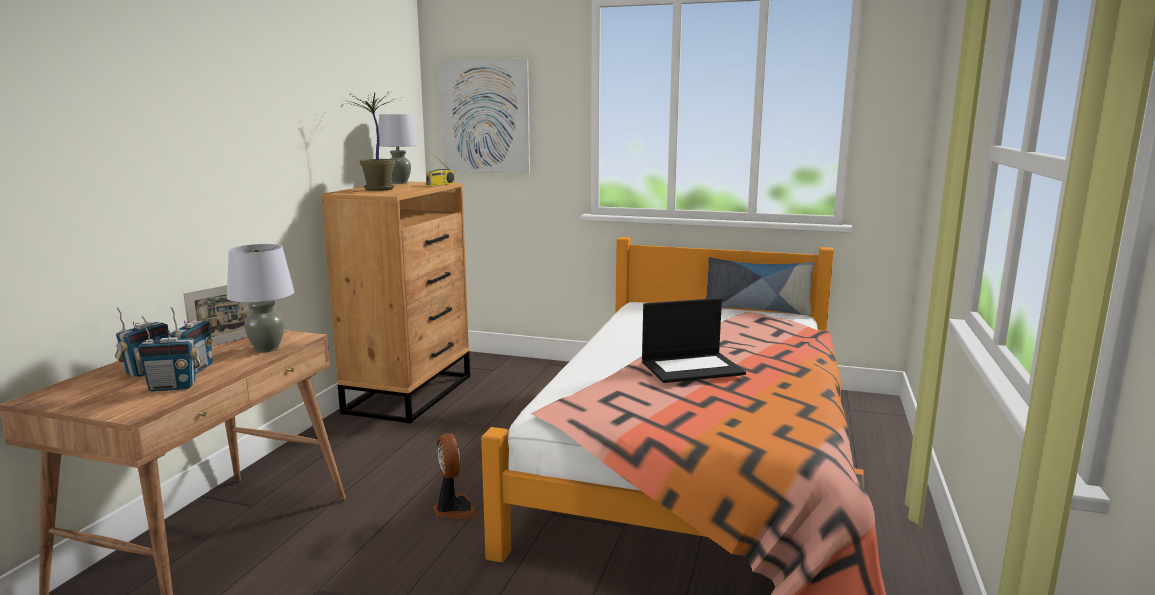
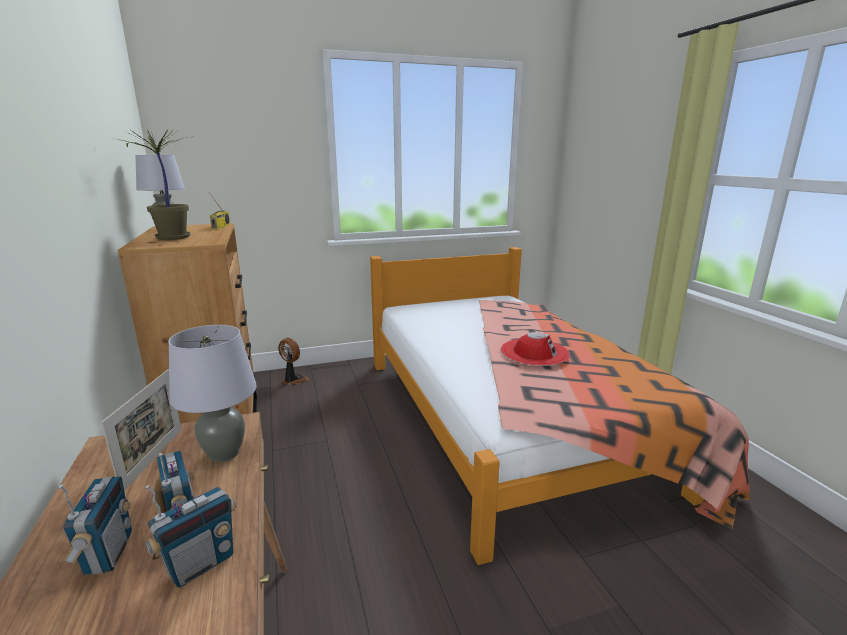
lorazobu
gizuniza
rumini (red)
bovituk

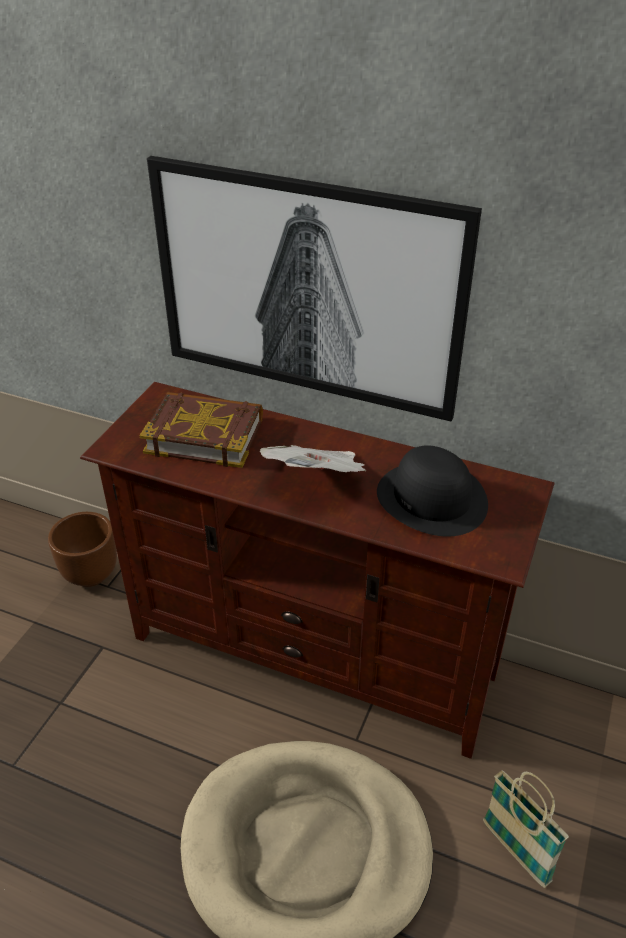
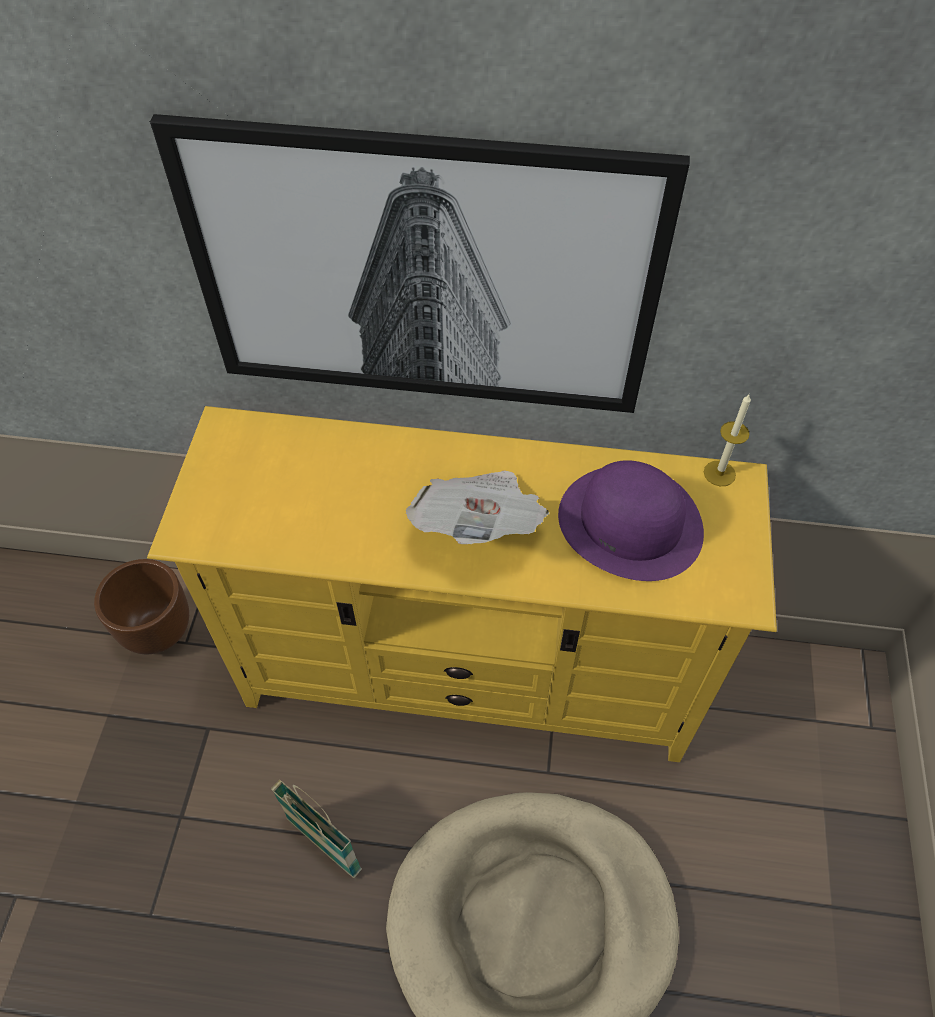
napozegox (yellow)
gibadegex
rumini (purple)
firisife
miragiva

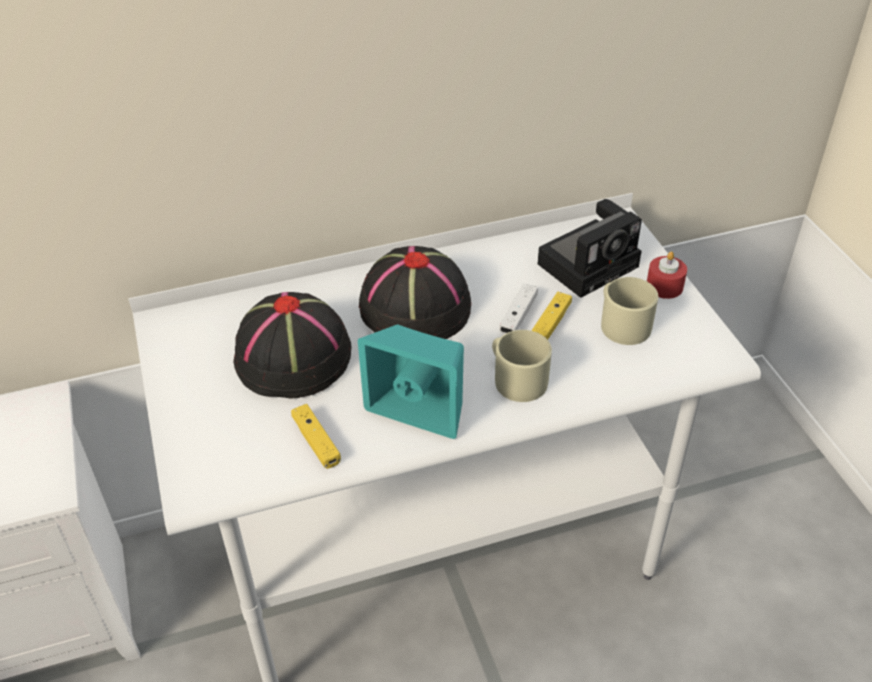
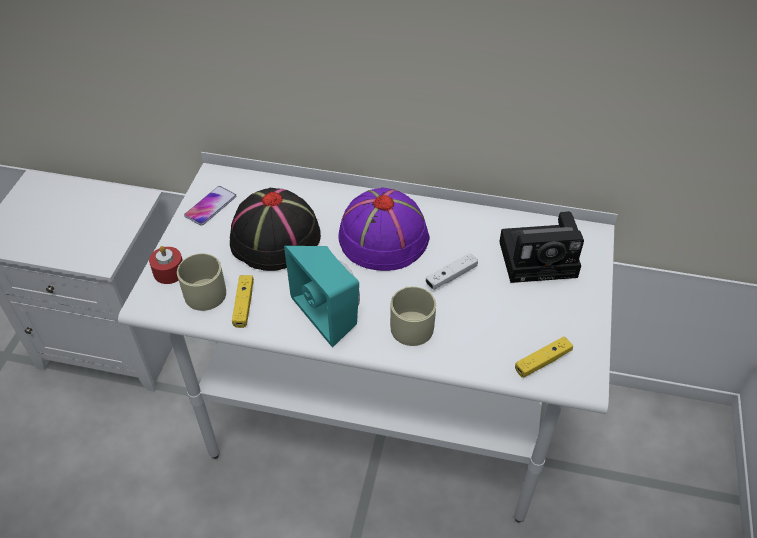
rumini (purple)
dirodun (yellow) (no. 2 from left)
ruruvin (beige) (no. 1 from left)
miragiva (red)
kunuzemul

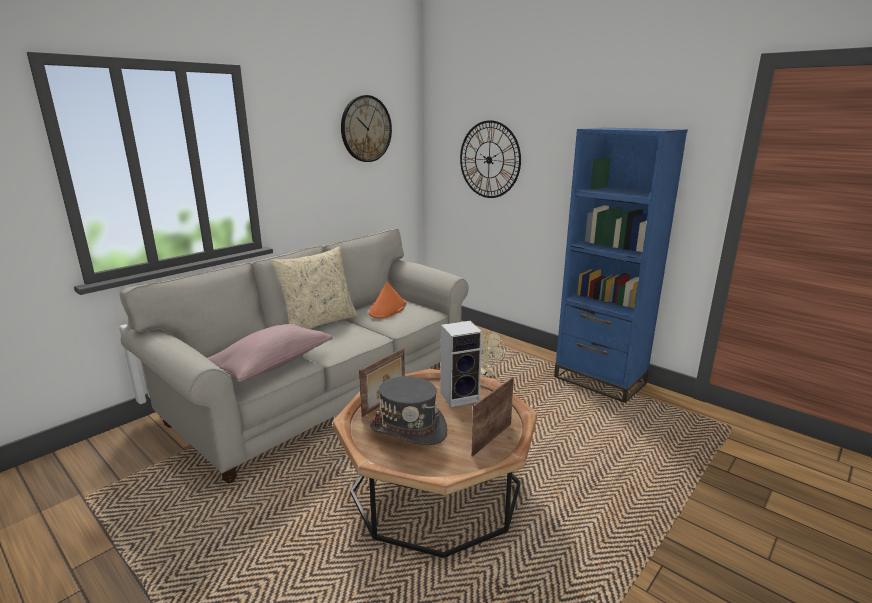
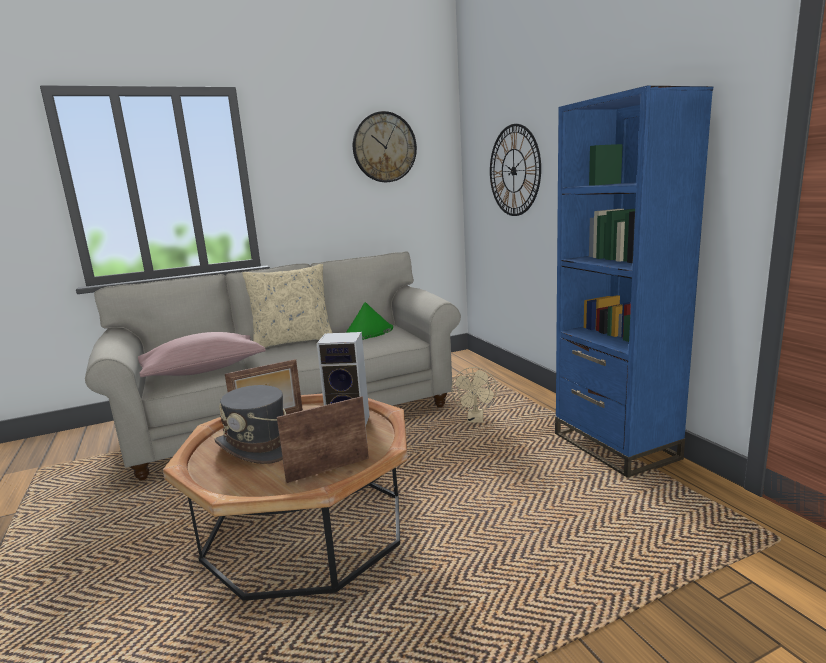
rumini (green)

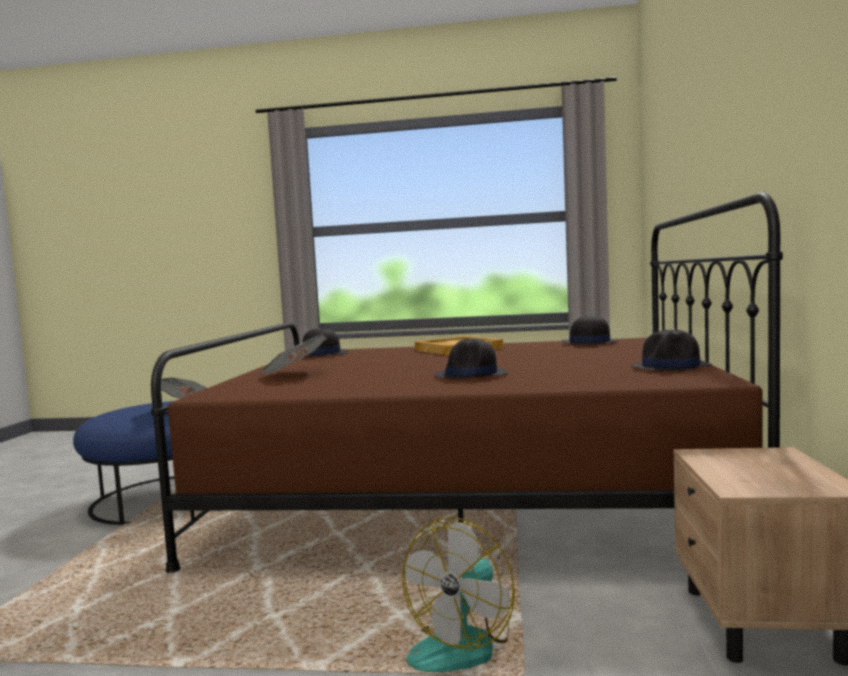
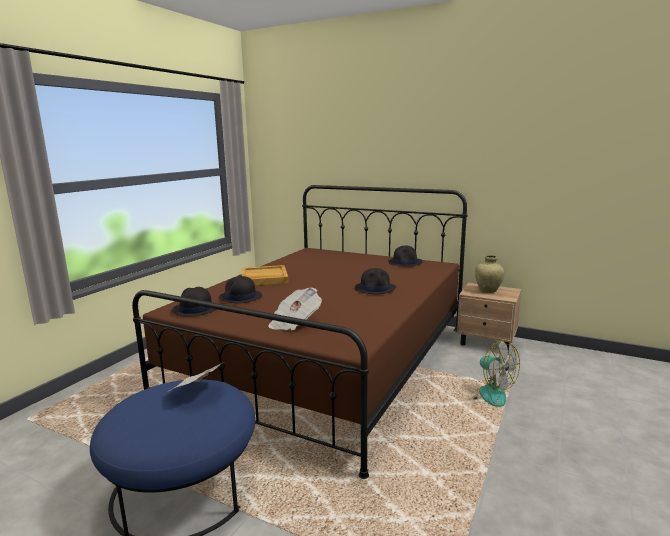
rumini (black) (no. 2 from left)
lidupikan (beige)

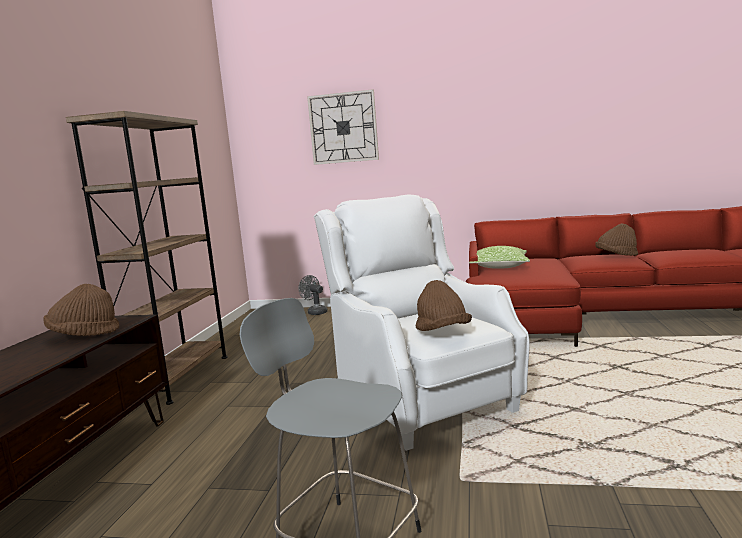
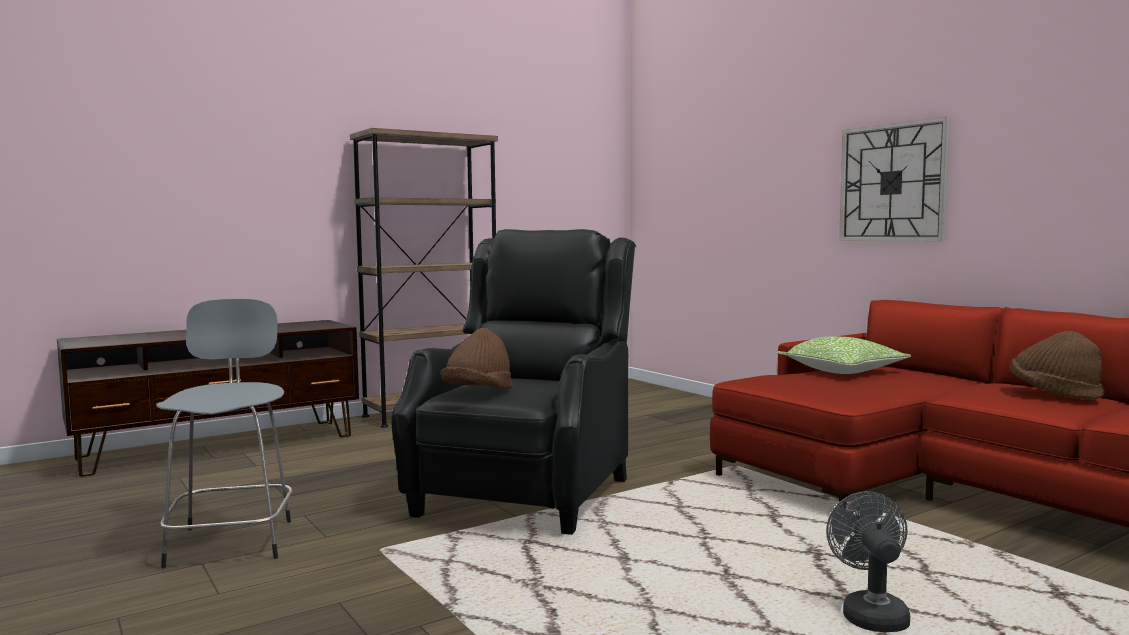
rumini (brown) (no. 1 from left in the first image)
lorazobu (grey)
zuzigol
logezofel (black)

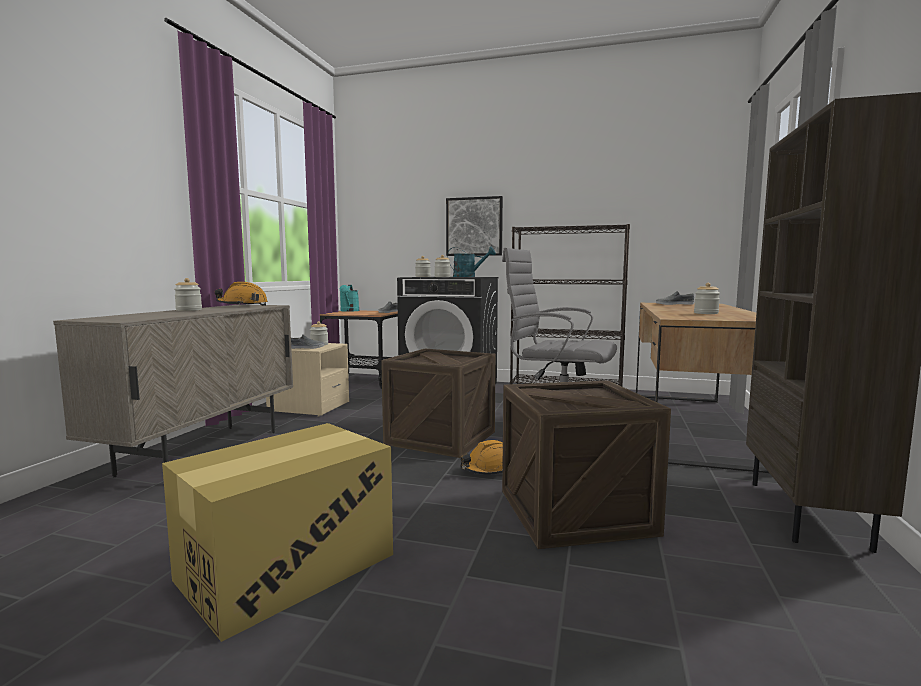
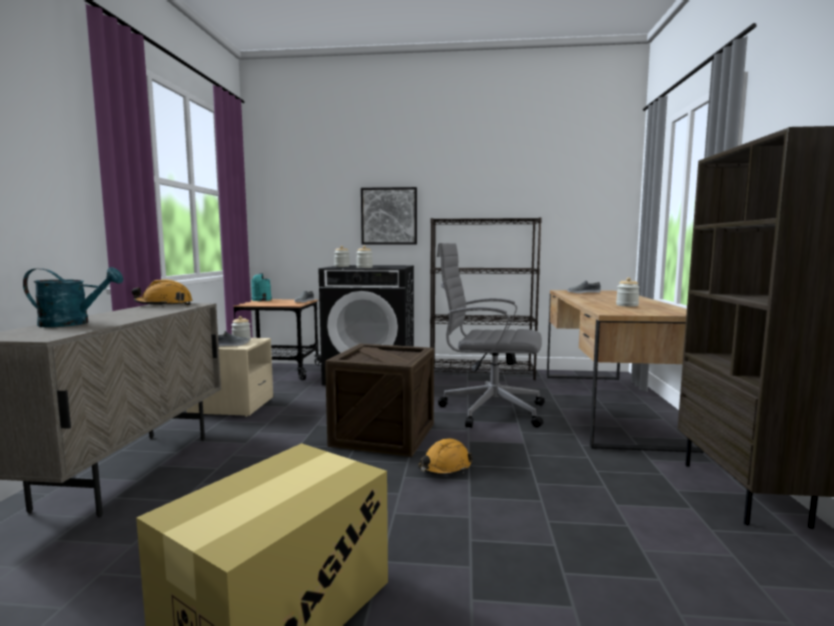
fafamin (no. 1 from left in the first image)
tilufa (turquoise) (no. 1 from left)
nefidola (no. 2 from left in the first image)

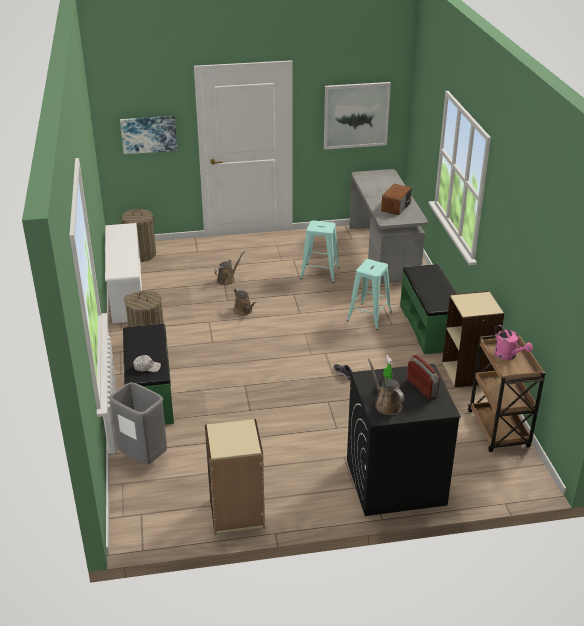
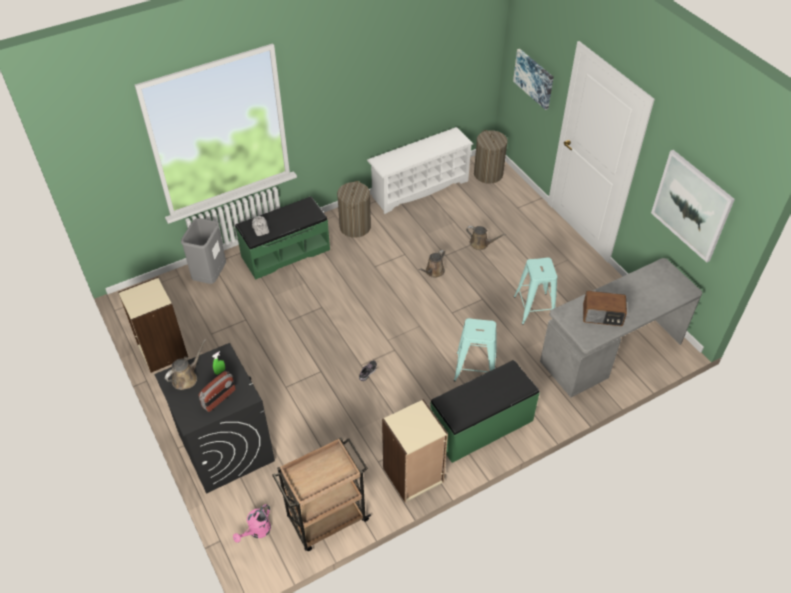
tilufa (pink)

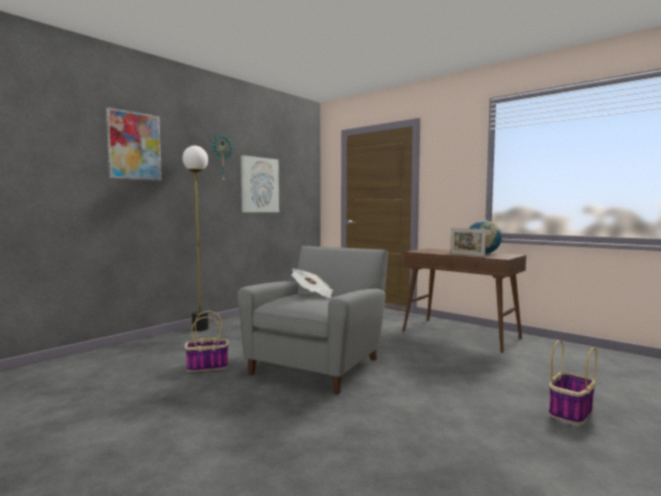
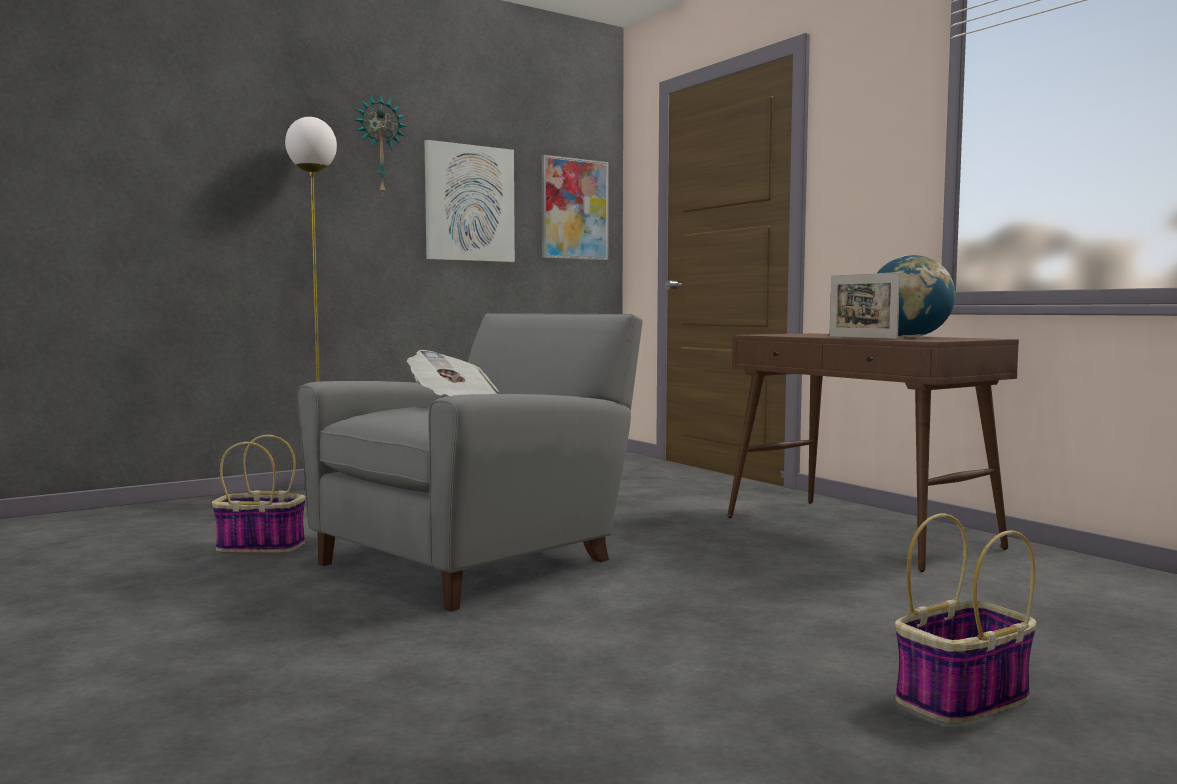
gizuniza (no. 2 from left)

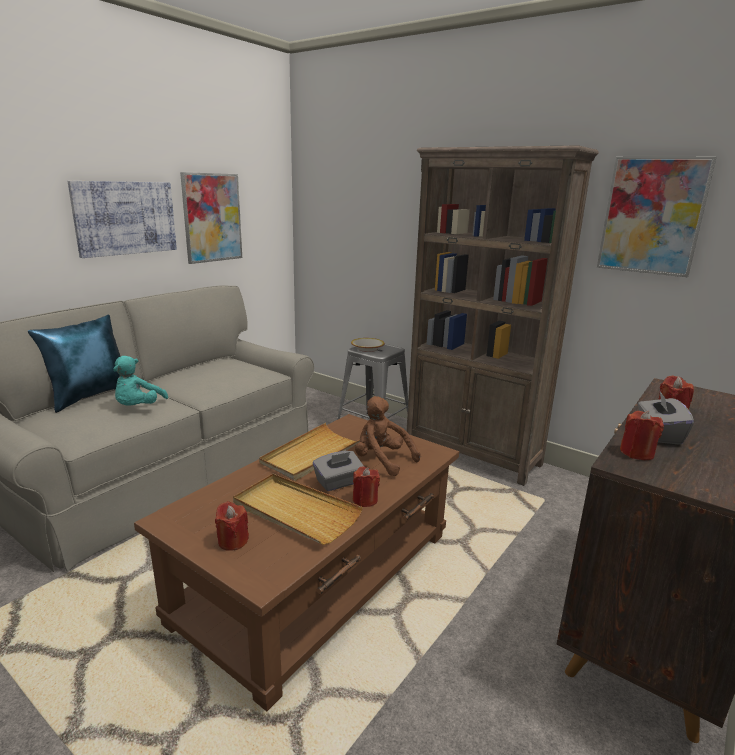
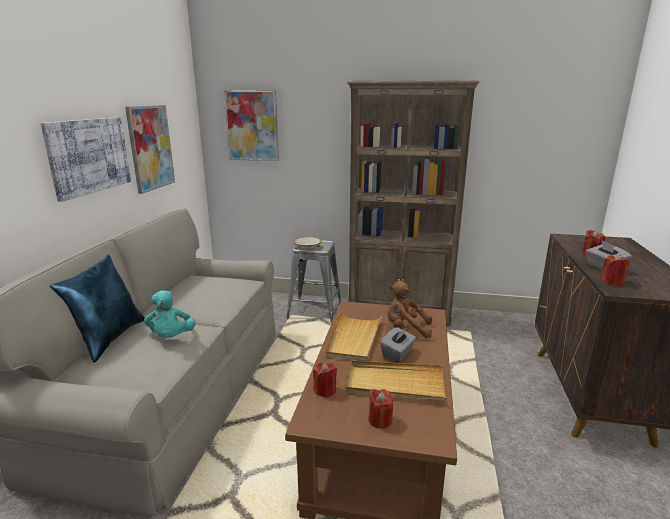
miragiva (red) (no. 1 from left)
gizuniza (no. 3 from left)

